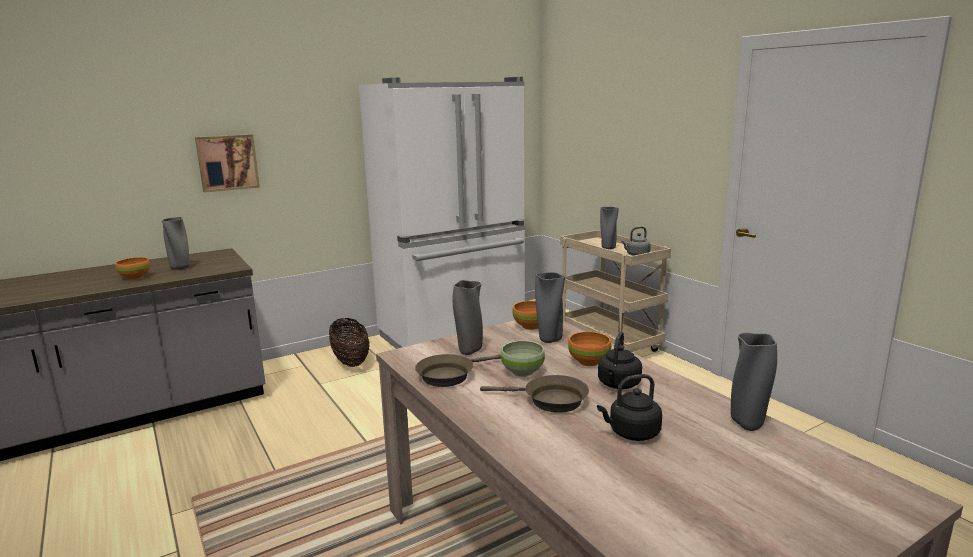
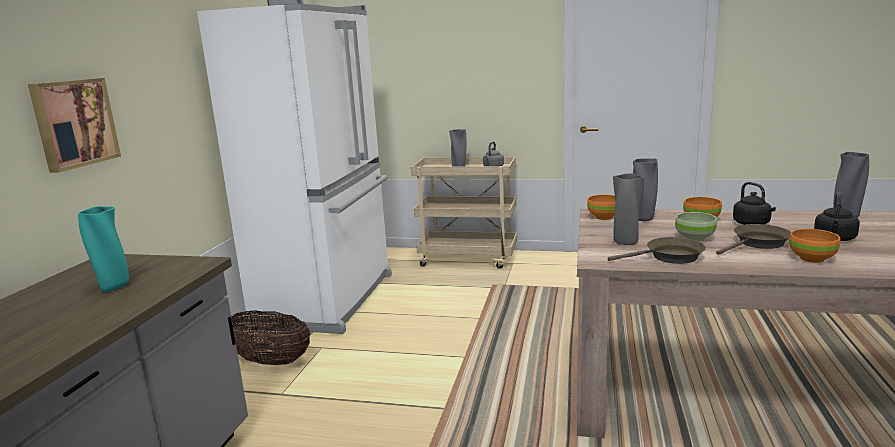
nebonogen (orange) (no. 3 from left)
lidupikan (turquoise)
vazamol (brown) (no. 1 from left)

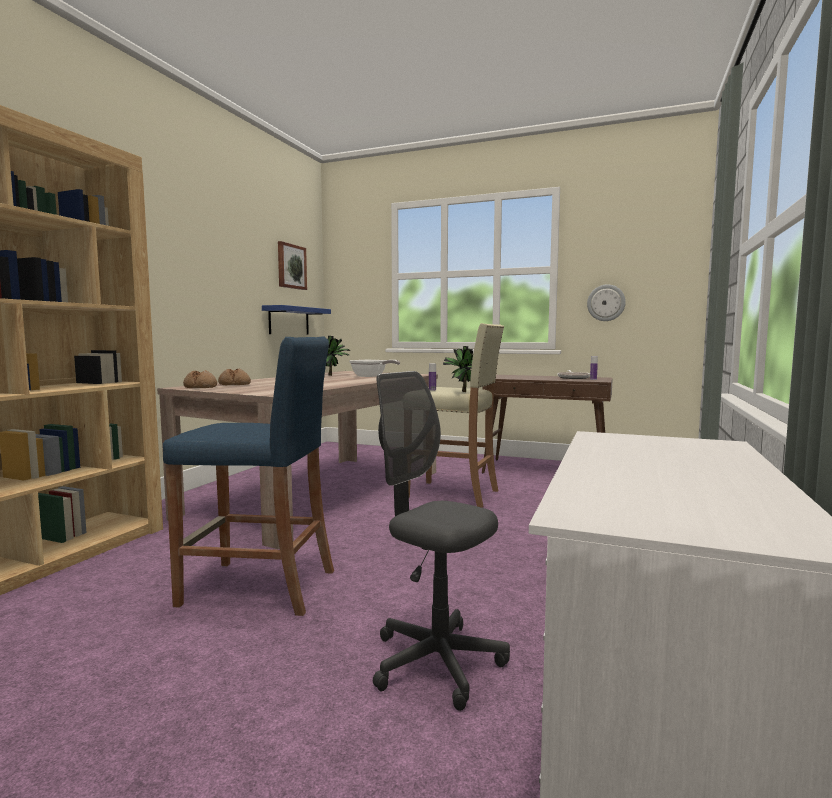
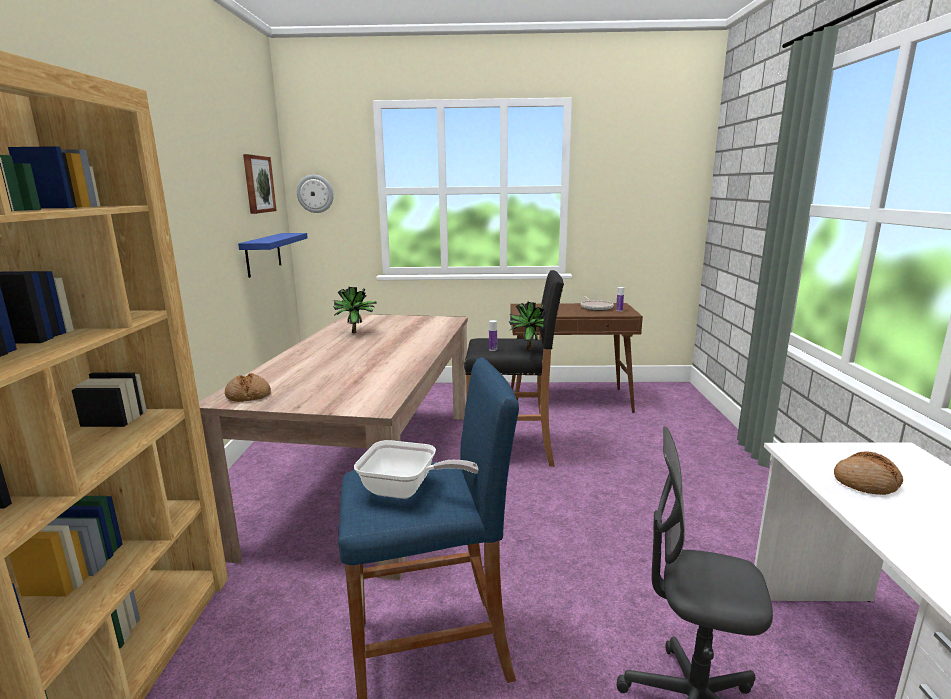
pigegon (no. 2 from left)
vazamol (no. 1 from left)
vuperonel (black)
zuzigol

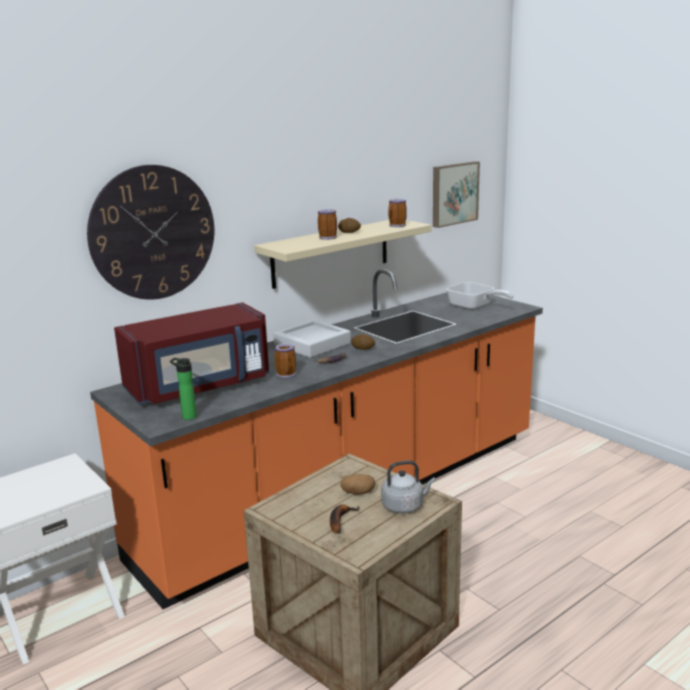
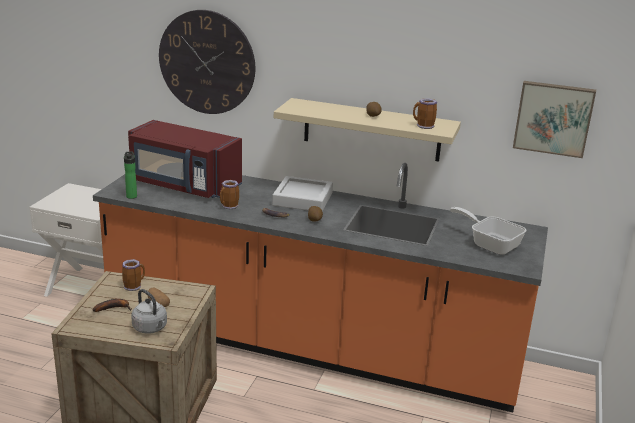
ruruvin (no. 1 from left)
vazamol

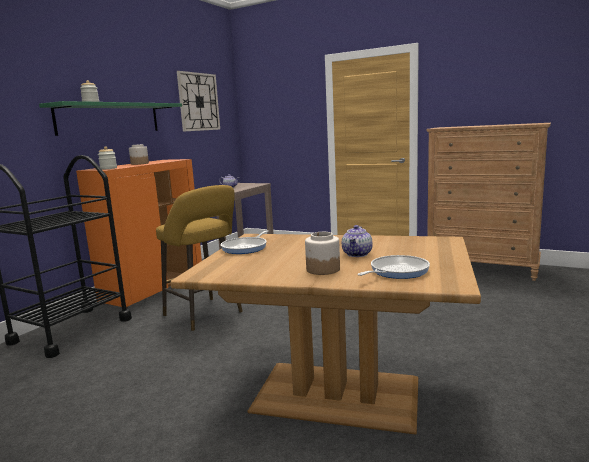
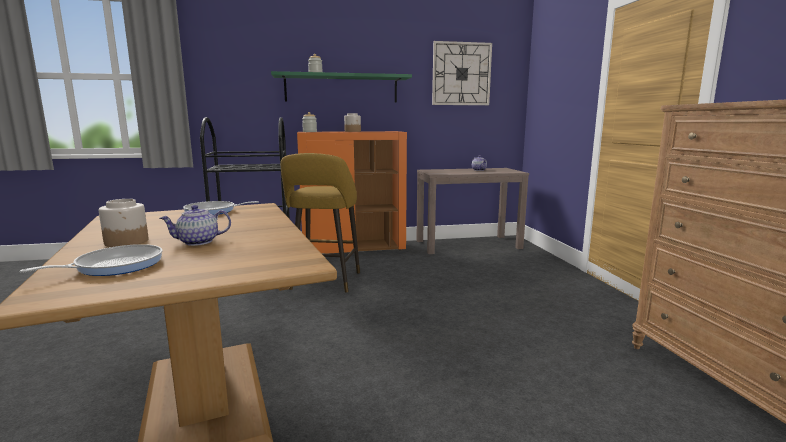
vazamol (no. 1 from left)

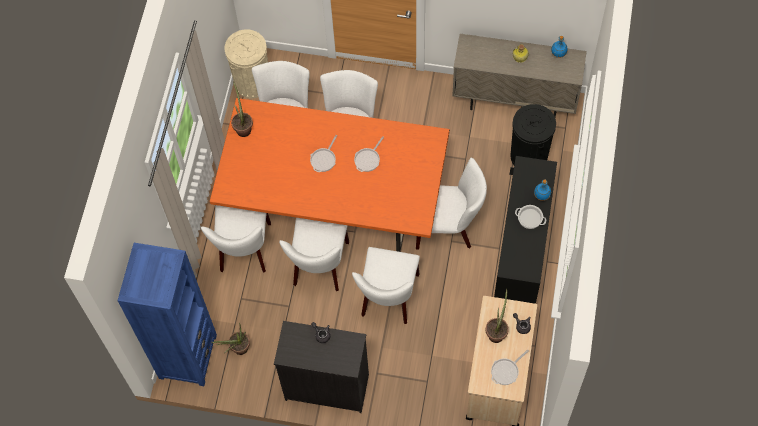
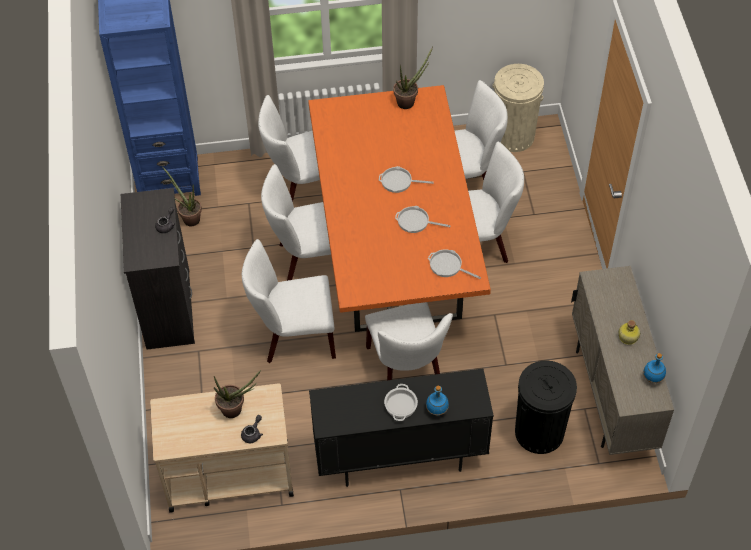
vazamol (no. 3 from left)

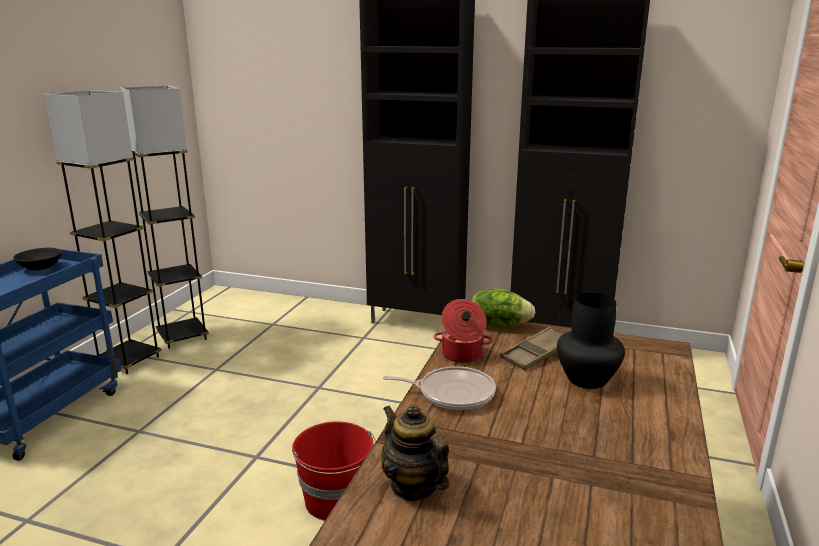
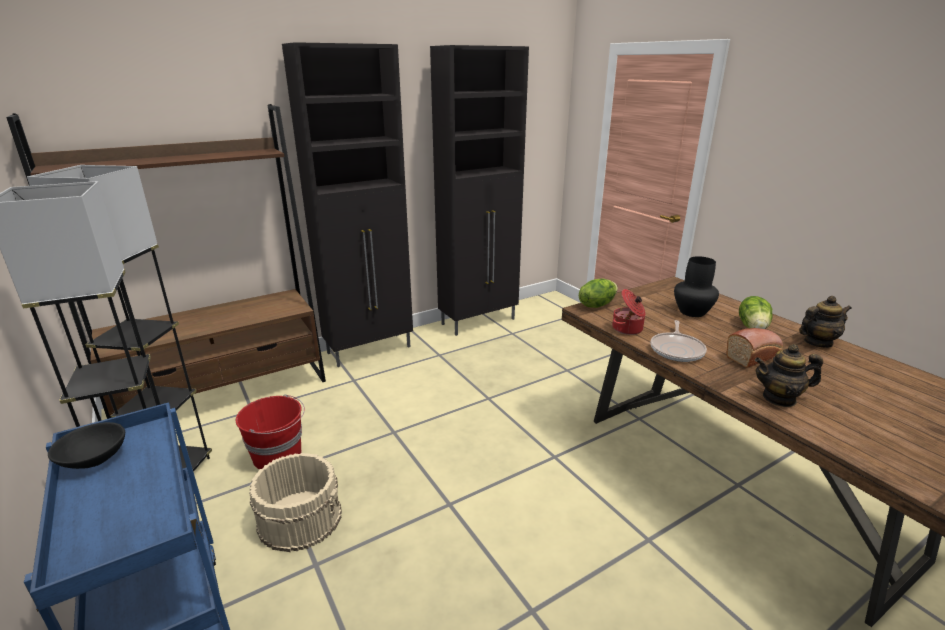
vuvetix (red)
vazamol
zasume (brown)
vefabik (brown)
vuvetix (beige)
pigegon
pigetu (no. 2 from left)
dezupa (no. 2 from left)

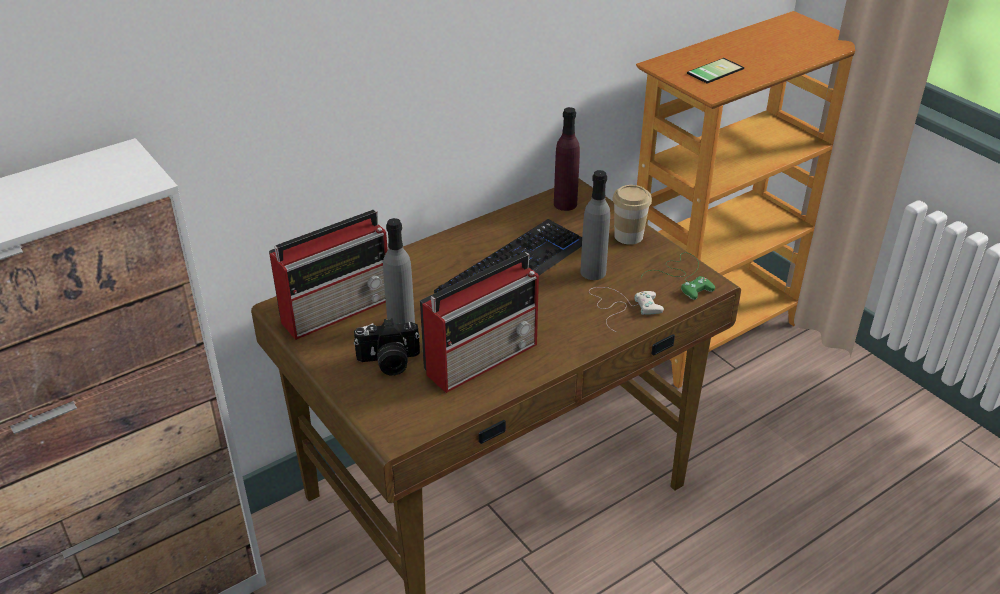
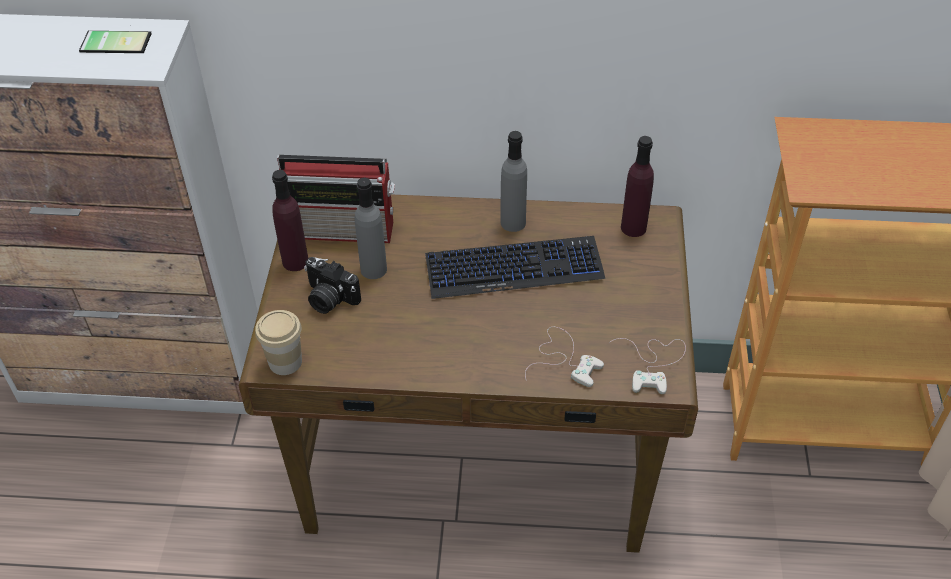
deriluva (no. 2 from left in the first image)
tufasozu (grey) (no. 2 from left)
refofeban
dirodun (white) (no. 2 from left)
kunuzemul
tufasozu (purple) (no. 1 from left)

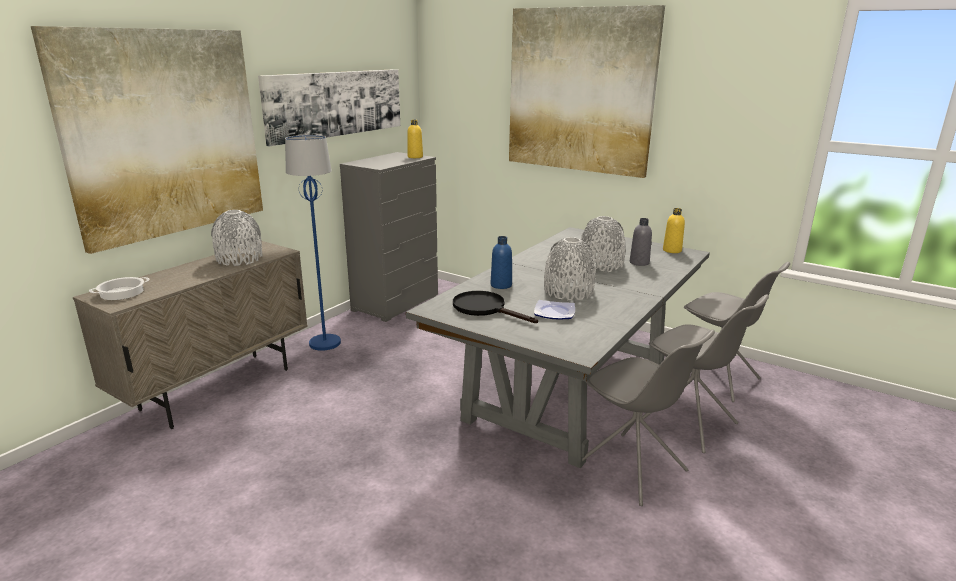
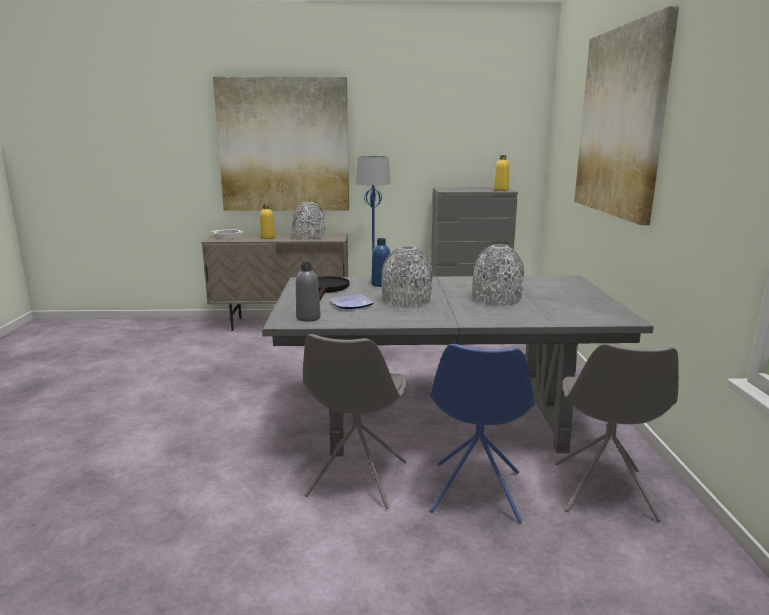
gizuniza (no. 2 from left in the first image)
tufasozu (grey)
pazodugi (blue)
tufasozu (yellow) (no. 1 from left)

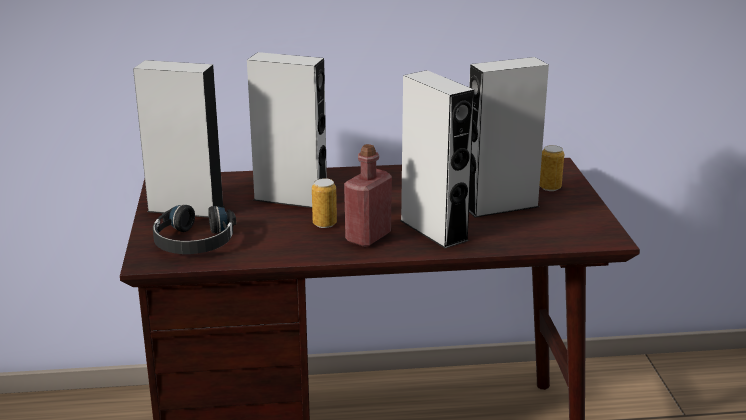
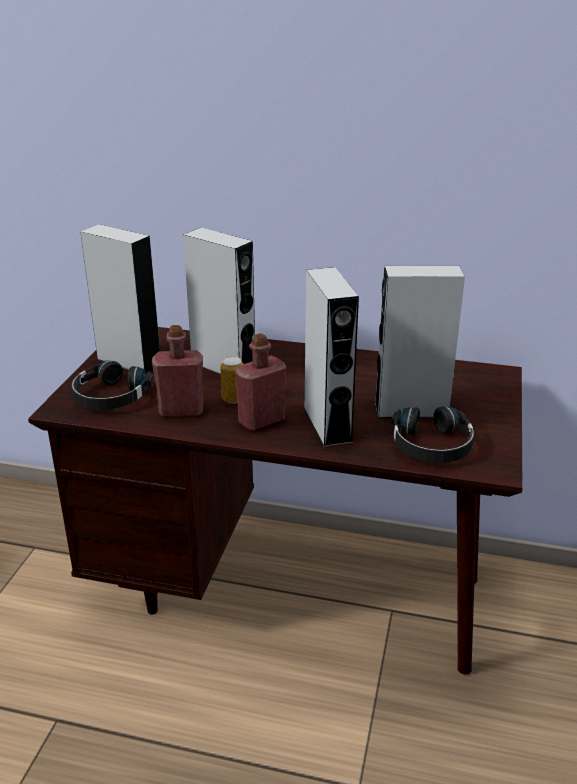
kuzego (no. 2 from left in the first image)
tufasozu (red) (no. 1 from left)
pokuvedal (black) (no. 2 from left)

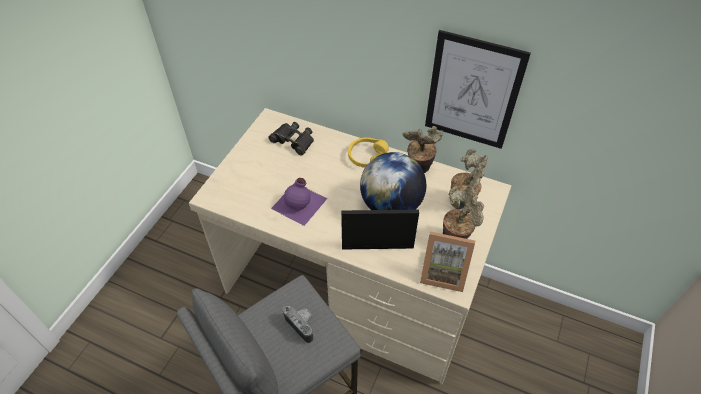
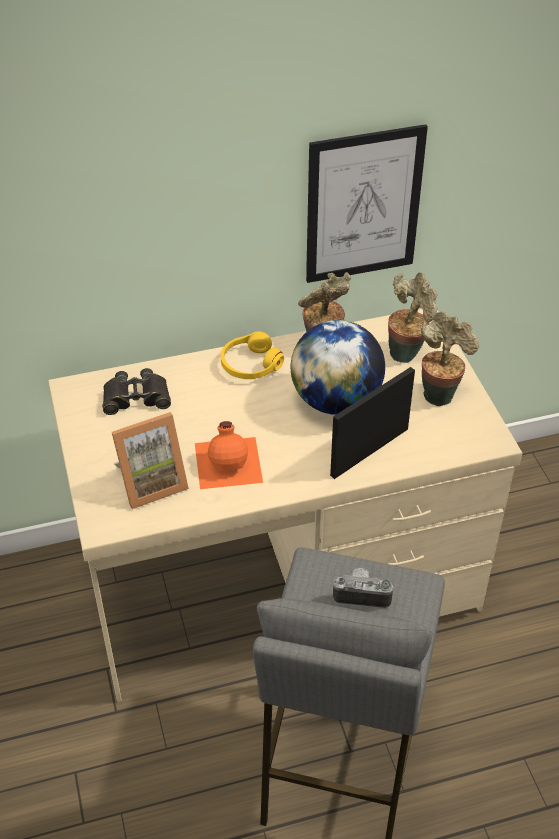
tufasozu (orange)
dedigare (no. 1 from left)

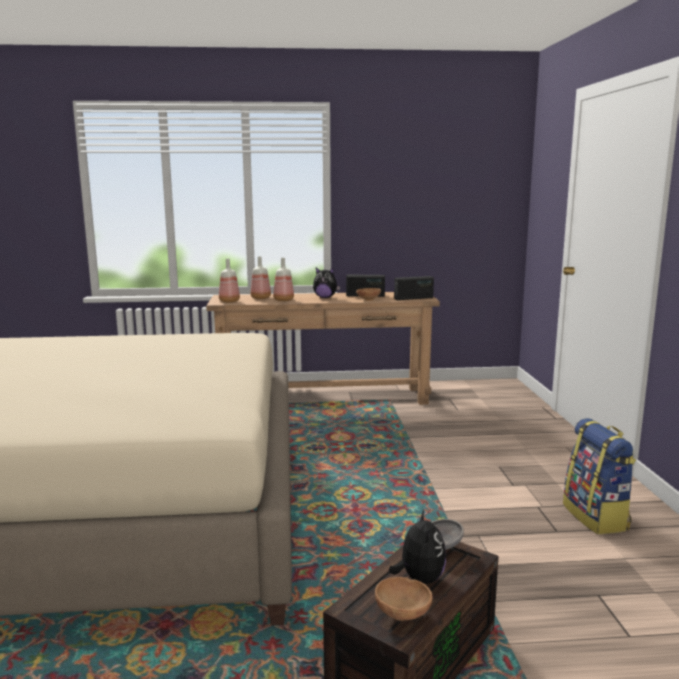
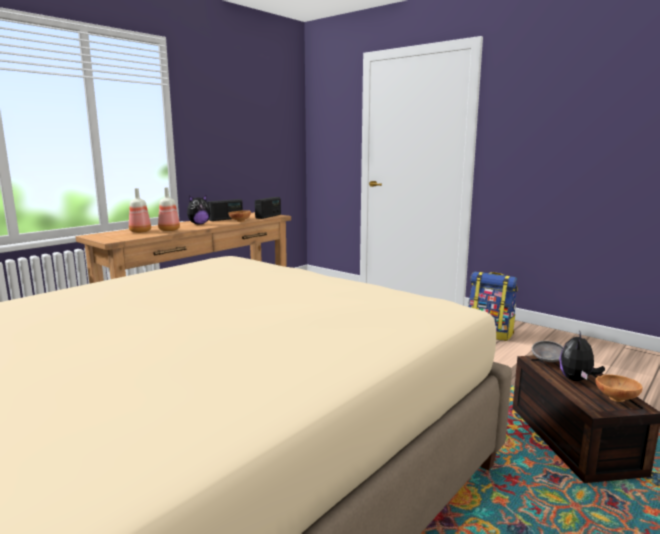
tufasozu (no. 1 from left in the first image)
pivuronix (no. 2 from left)

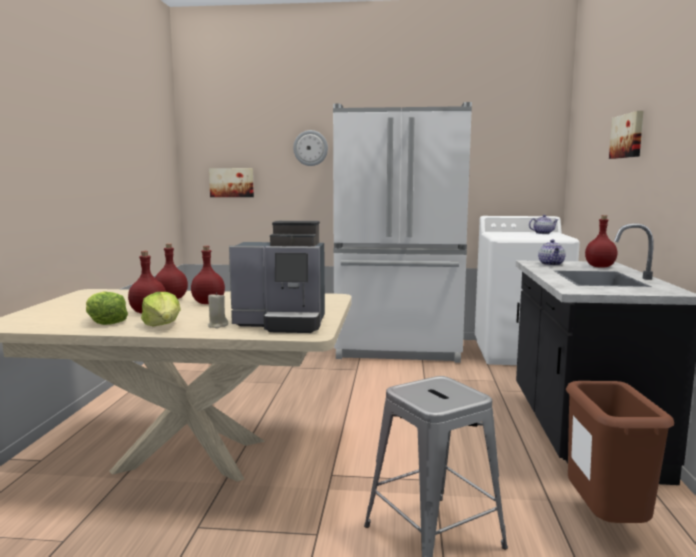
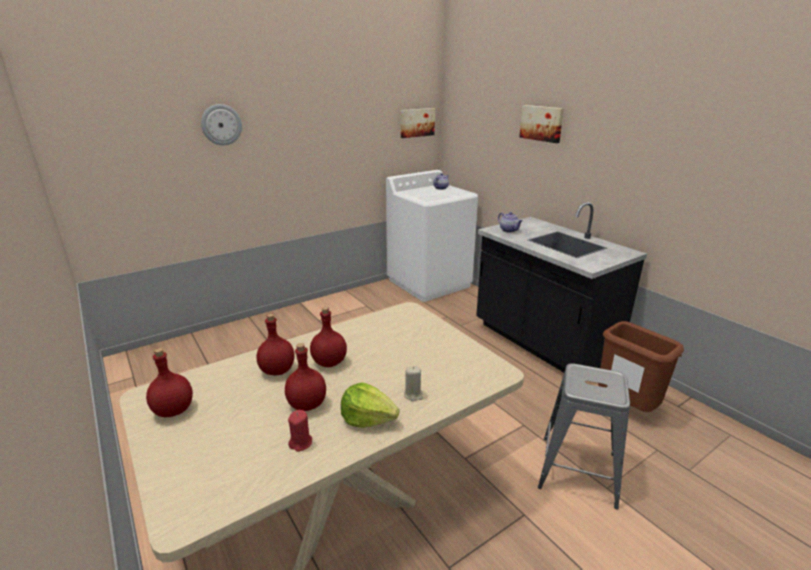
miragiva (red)
gizuniza (no. 1 from left)
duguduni
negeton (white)
tufasozu (red) (no. 1 from left)

